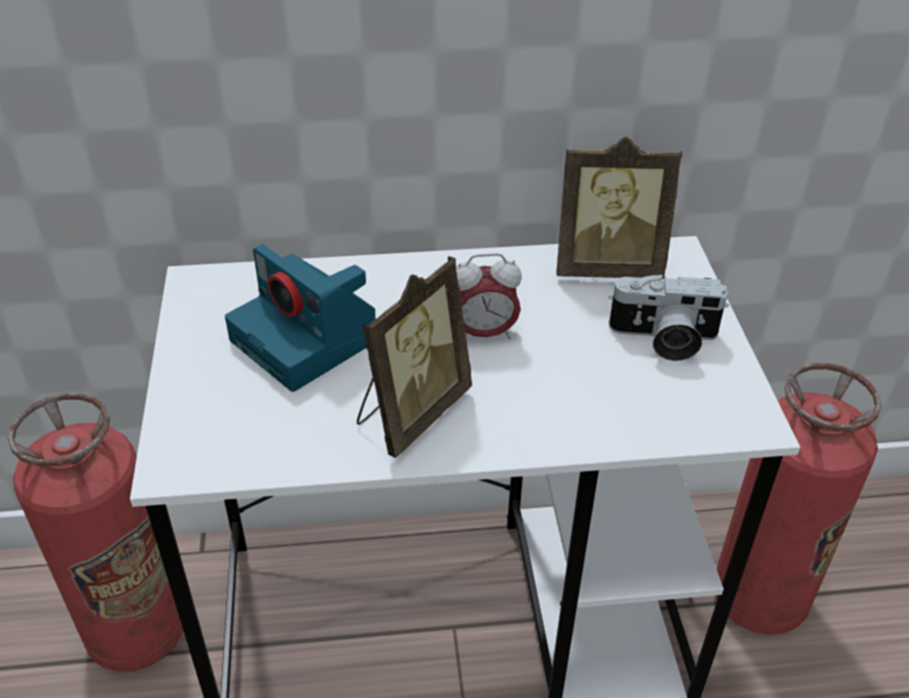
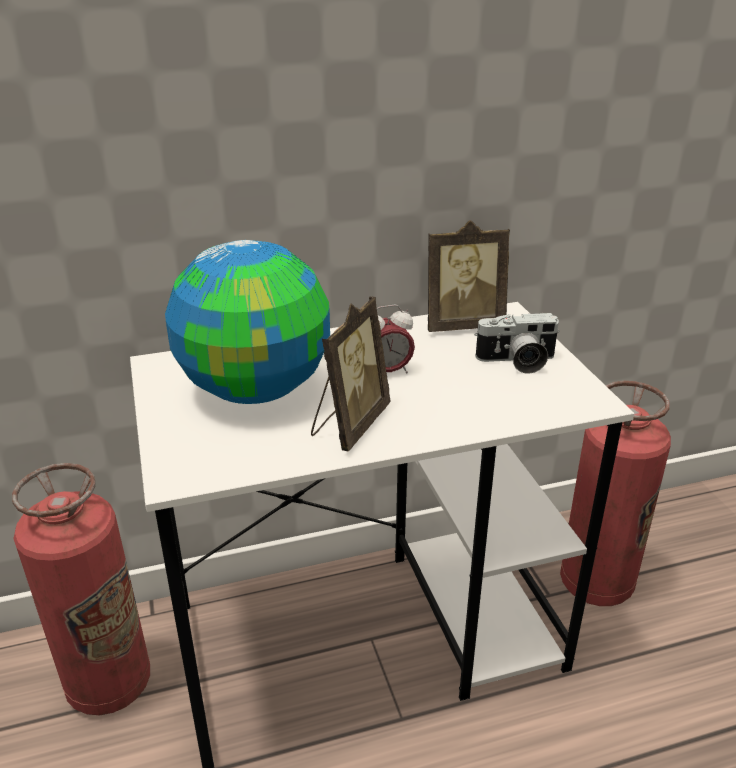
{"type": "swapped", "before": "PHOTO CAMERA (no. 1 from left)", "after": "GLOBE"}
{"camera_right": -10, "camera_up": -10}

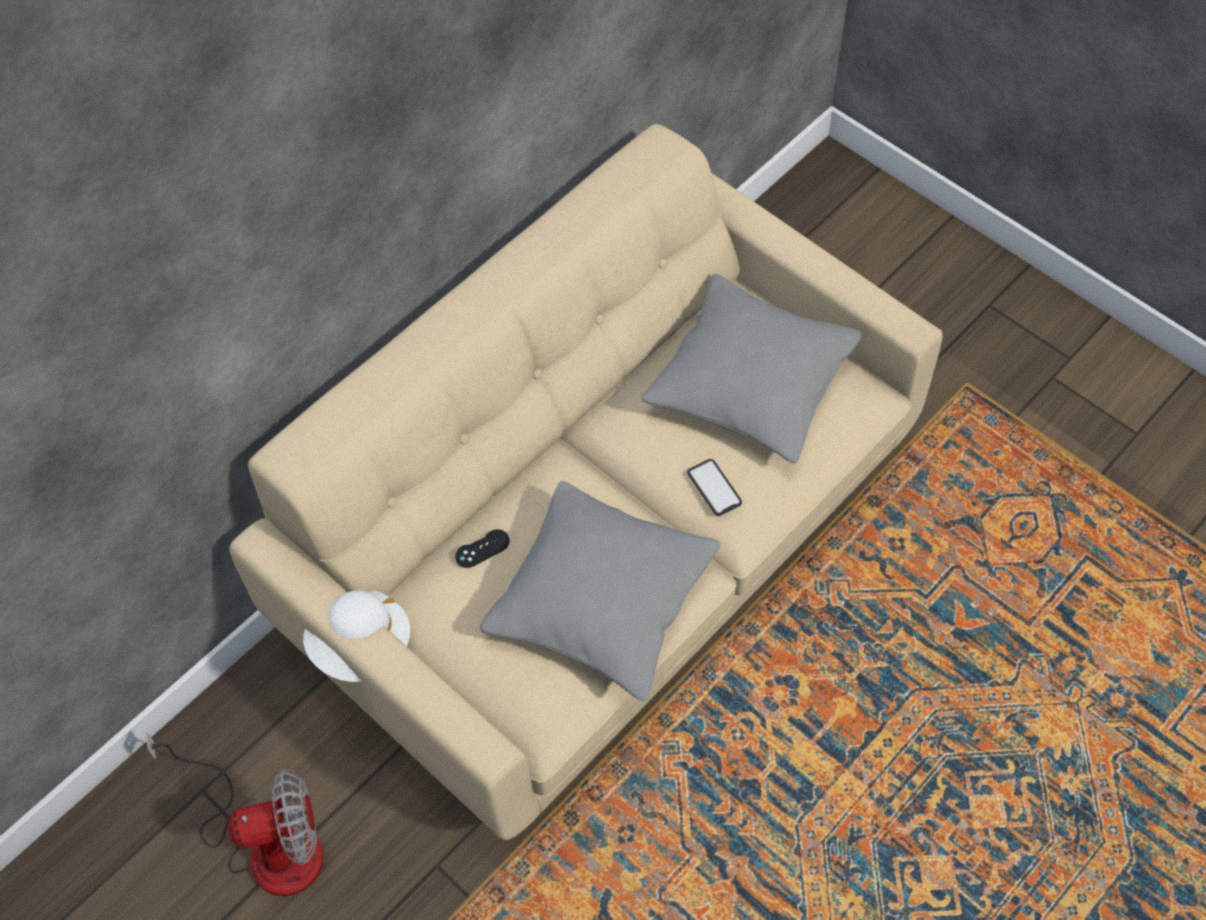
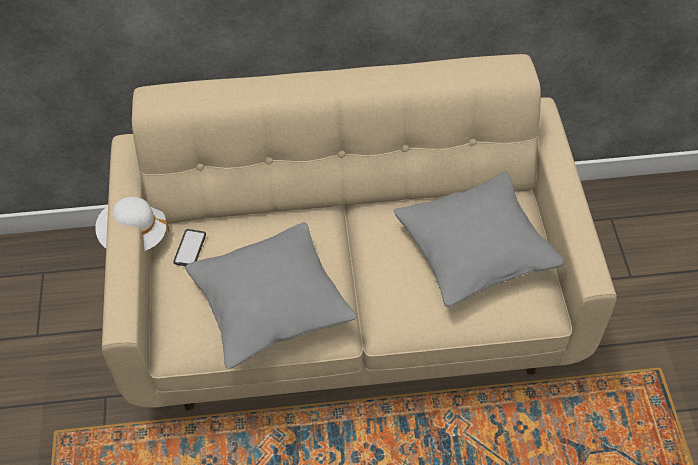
{"type": "gone", "before": "FAN"}
{"type": "gone", "before": "BLACK GAME CONTROLLER"}
{"type": "shifted", "before": "PHONE"}
{"camera_right": 40, "camera_up": -5}

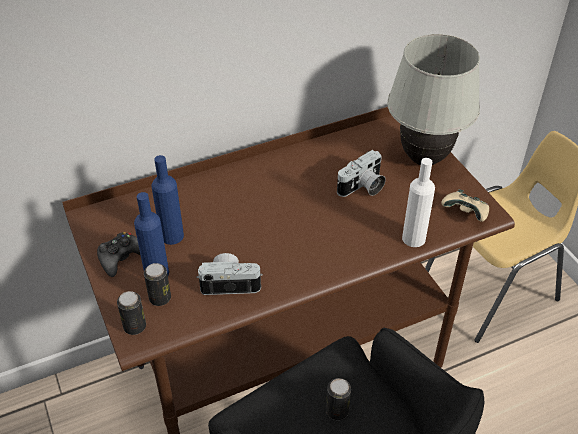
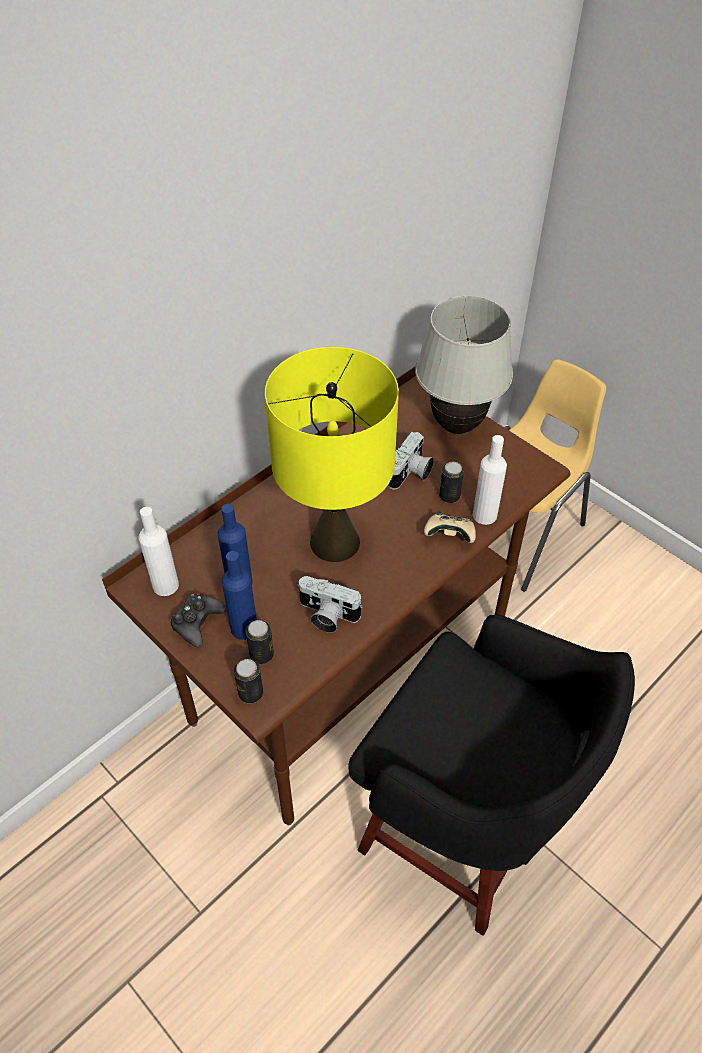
{"type": "new", "after": "WHITE BOTTLE (no. 1 from left)"}
{"type": "new", "after": "YELLOW TABLE LAMP"}
{"type": "shifted", "before": "CAN (no. 3 from left)"}
{"type": "shifted", "before": "BEIGE GAME CONTROLLER"}
{"type": "rotated", "before": "PHOTO CAMERA (no. 1 from left)", "turn": -135}
{"camera_right": -20, "camera_up": 5}

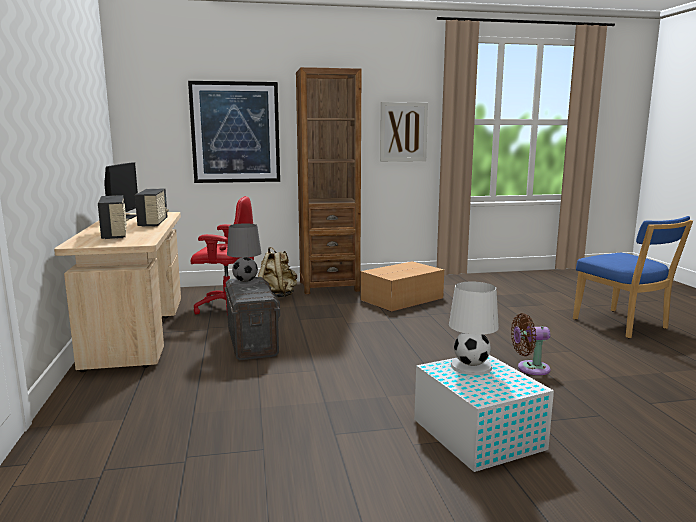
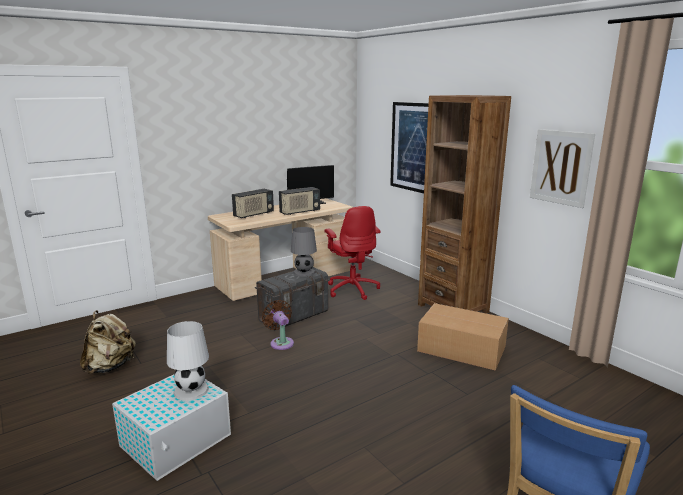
{"type": "shifted", "before": "BEIGE BACKPACK"}
{"type": "shifted", "before": "BROWN FAN"}
{"camera_right": 65, "camera_up": 5}

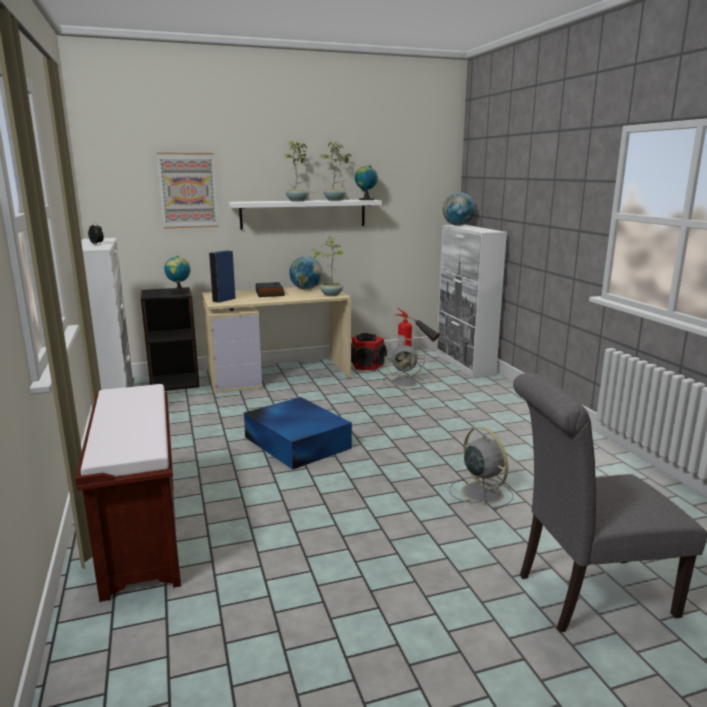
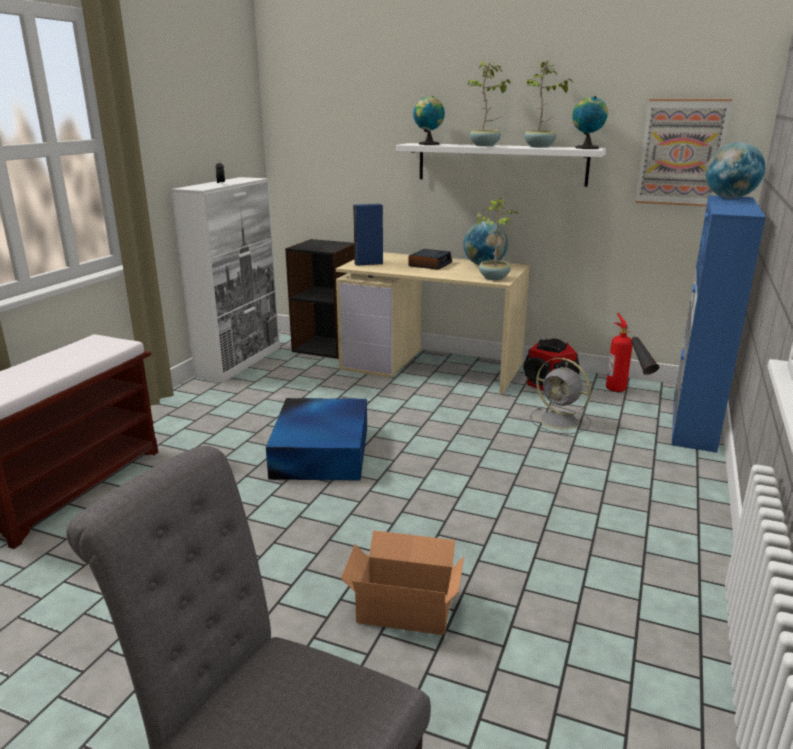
{"type": "shifted", "before": "PICTURE"}
{"type": "shifted", "before": "GLOBE (no. 1 from left)"}
{"type": "swapped", "before": "GREY FAN (no. 2 from left)", "after": "CARDBOARD BOX"}
{"type": "repainted", "before": "WHITE CABINET (no. 2 from left)", "after": "BLUE CABINET"}
{"camera_right": 40, "camera_up": 5}

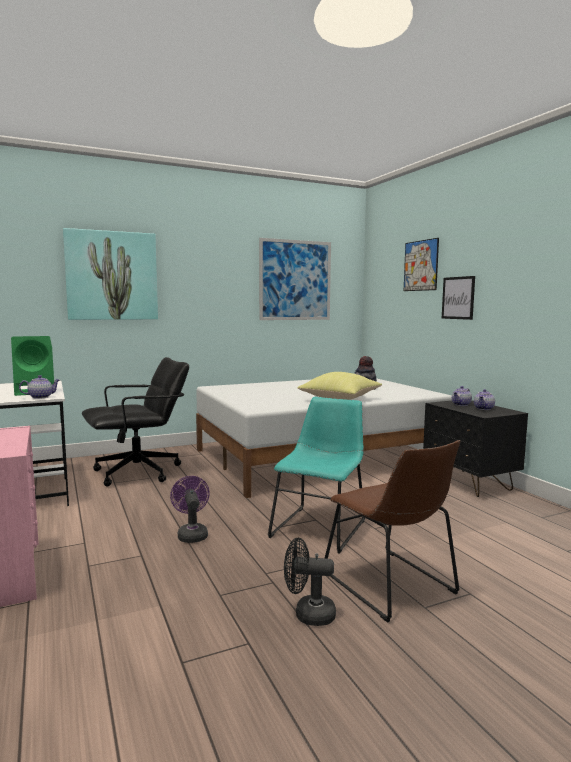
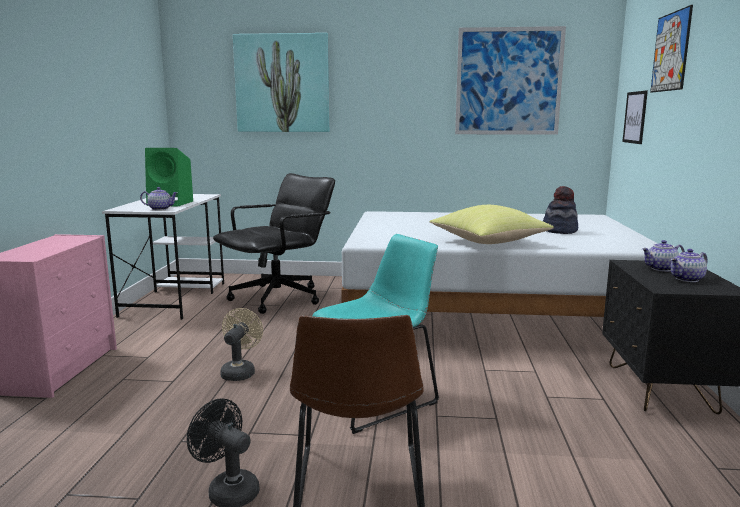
{"type": "shifted", "before": "PICTURE (no. 4 from left in the first image)", "after": "PICTURE (no. 3 from left)"}
{"type": "repainted", "before": "PURPLE FAN", "after": "BEIGE FAN"}
{"type": "rotated", "before": "BLACK OFFICE CHAIR", "turn": -45}
{"camera_right": 30, "camera_up": 5}

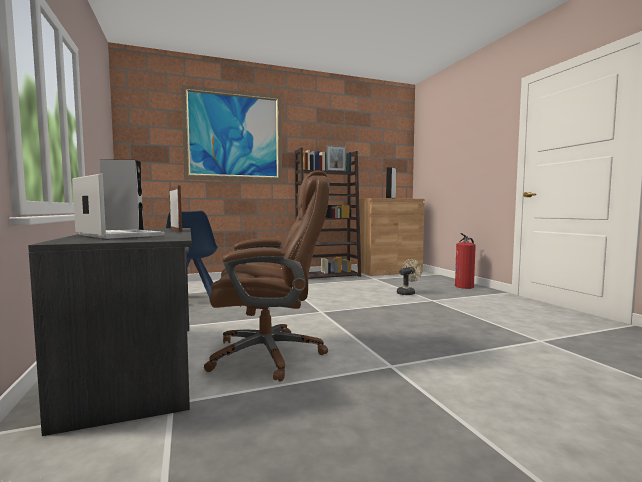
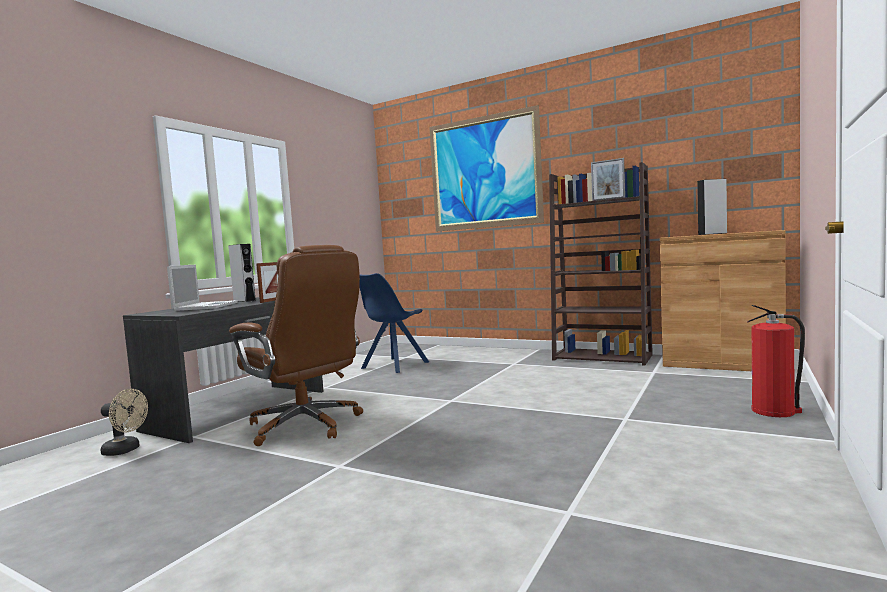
{"type": "shifted", "before": "BEIGE FAN"}
{"camera_right": 50, "camera_up": 0}

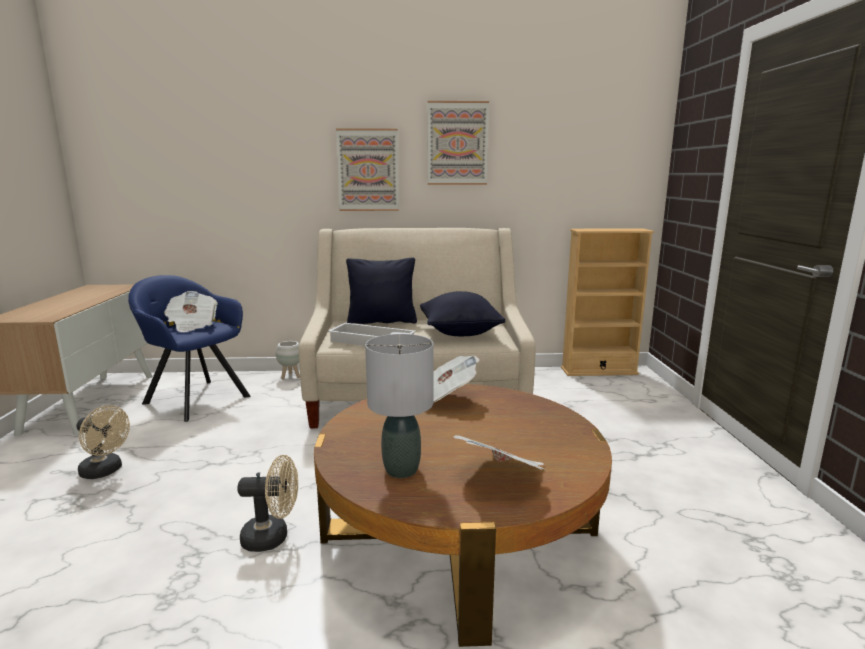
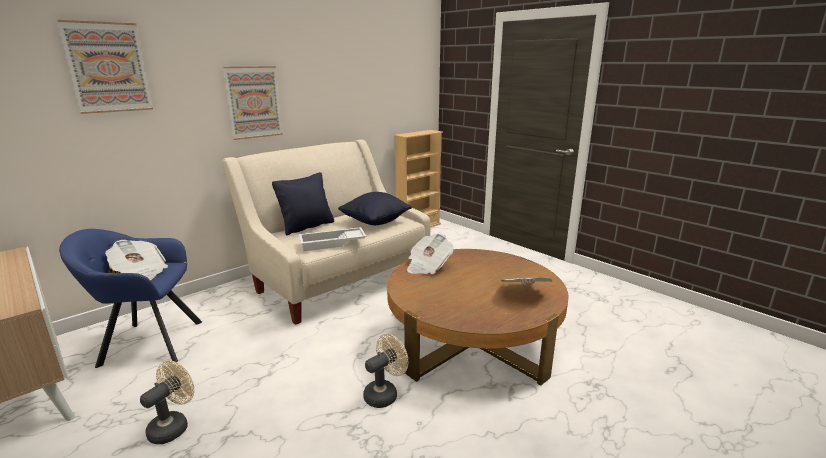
{"type": "gone", "before": "WHITE PLANTER"}
{"type": "gone", "before": "GREY TABLE LAMP"}
{"type": "shifted", "before": "PICTURE (no. 2 from left in the first image)", "after": "PICTURE (no. 1 from left)"}
{"type": "rotated", "before": "BEIGE FAN (no. 1 from left)", "turn": -45}
{"camera_right": -40, "camera_up": 5}

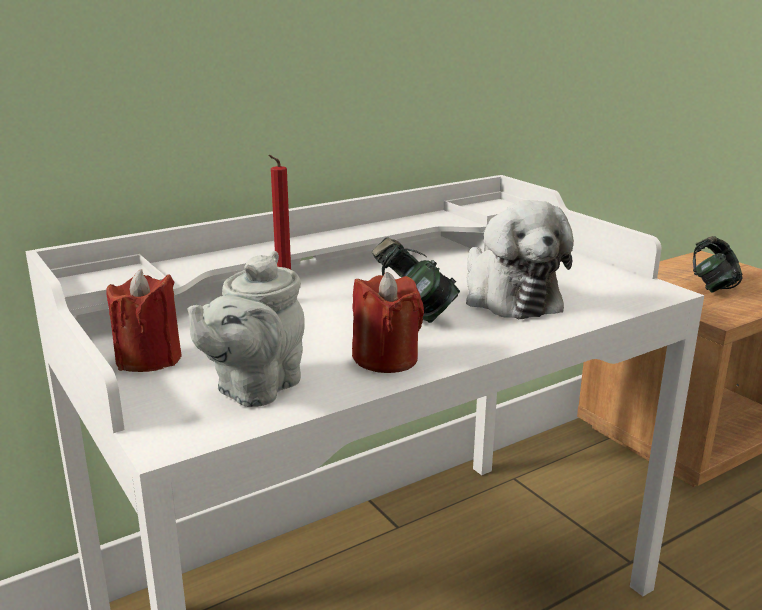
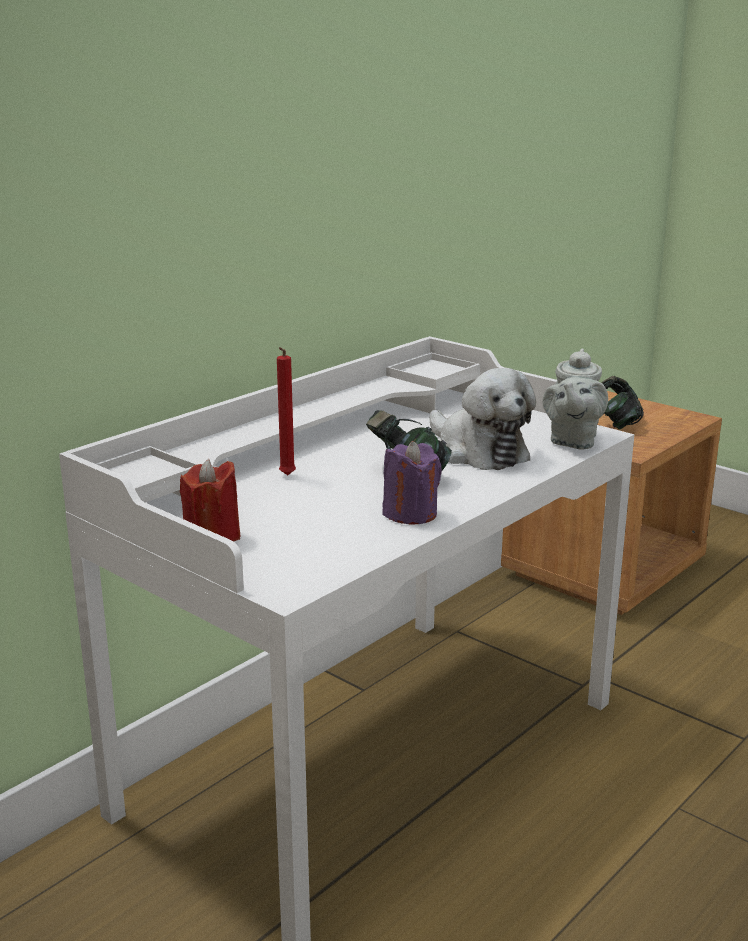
{"type": "shifted", "before": "GREY TEAPOT"}
{"type": "repainted", "before": "RED CANDLE (no. 3 from left)", "after": "PURPLE CANDLE"}
{"camera_right": -15, "camera_up": 0}

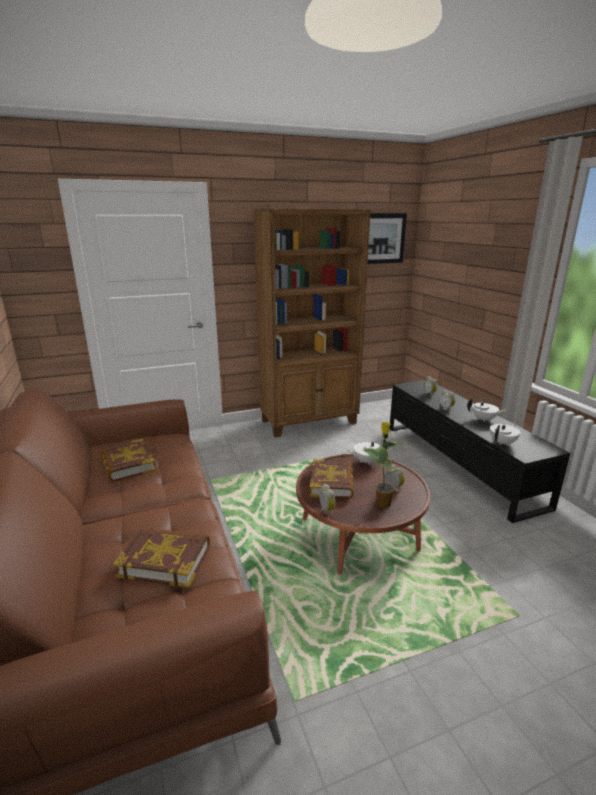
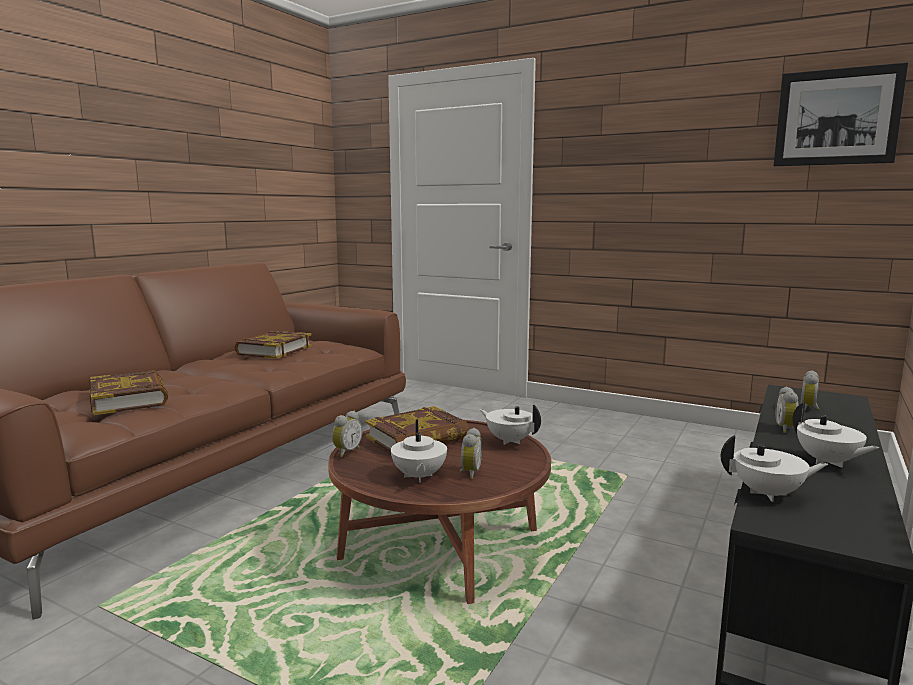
{"type": "gone", "before": "BROWN BOOKCASE"}
{"type": "swapped", "before": "POTTED PLANT", "after": "WHITE TEAPOT (no. 1 from left)"}
{"camera_right": 50, "camera_up": -10}

